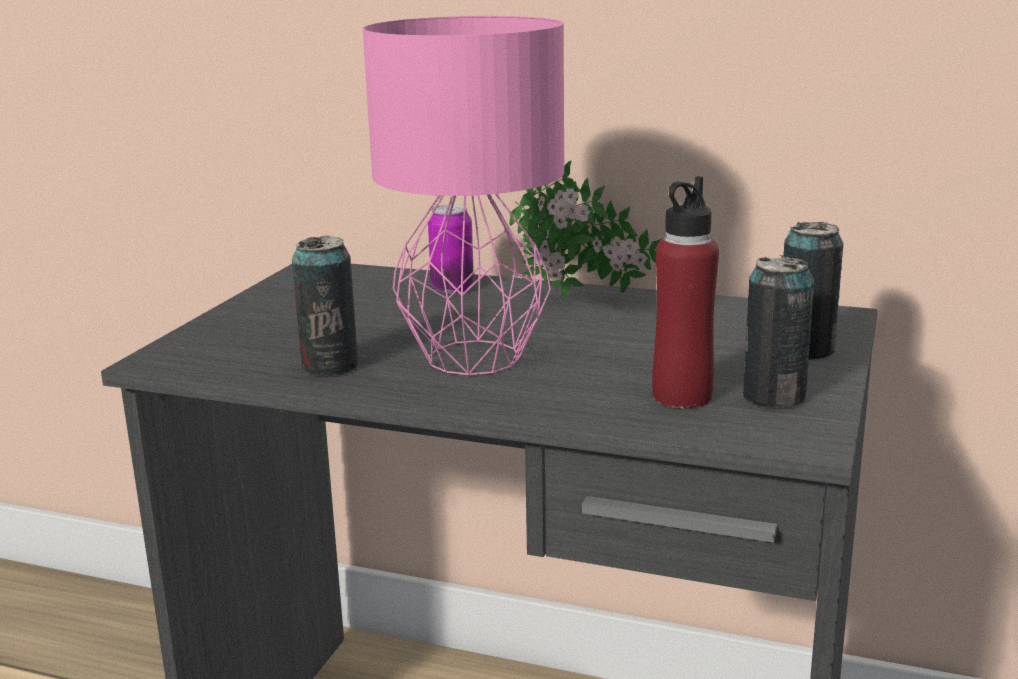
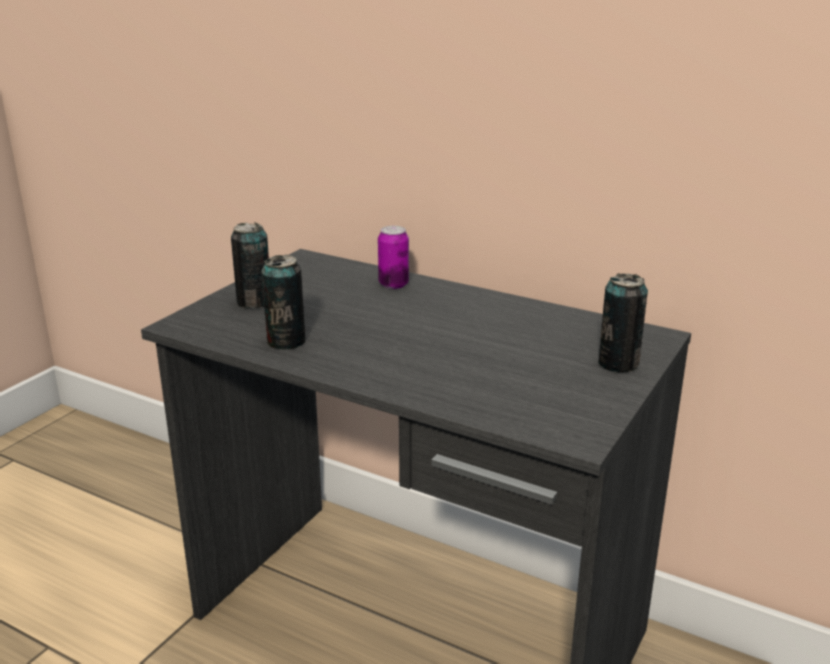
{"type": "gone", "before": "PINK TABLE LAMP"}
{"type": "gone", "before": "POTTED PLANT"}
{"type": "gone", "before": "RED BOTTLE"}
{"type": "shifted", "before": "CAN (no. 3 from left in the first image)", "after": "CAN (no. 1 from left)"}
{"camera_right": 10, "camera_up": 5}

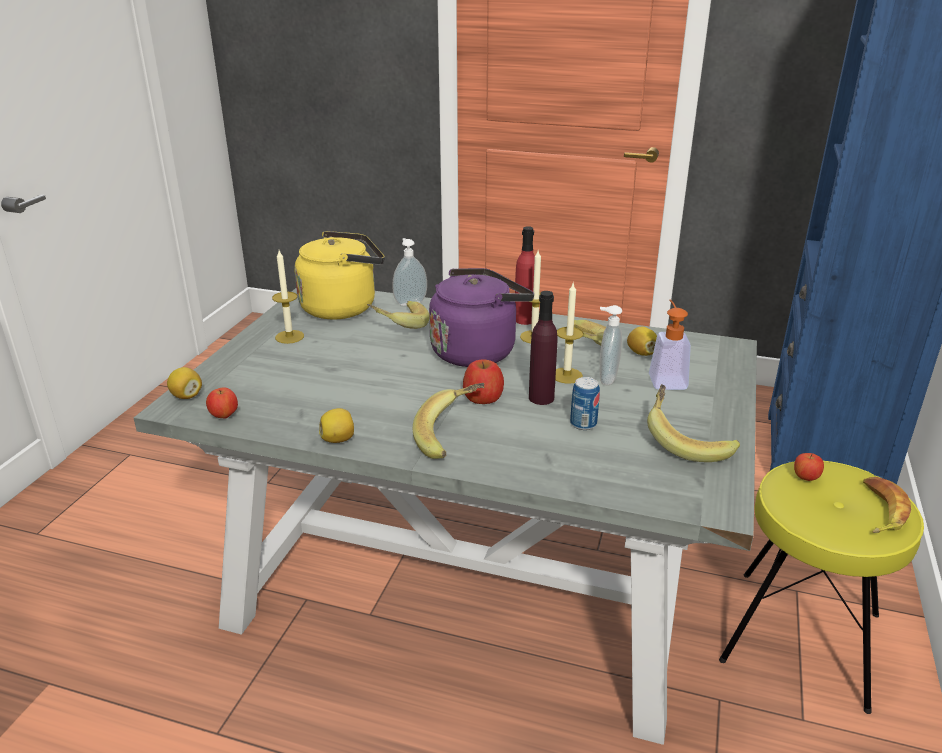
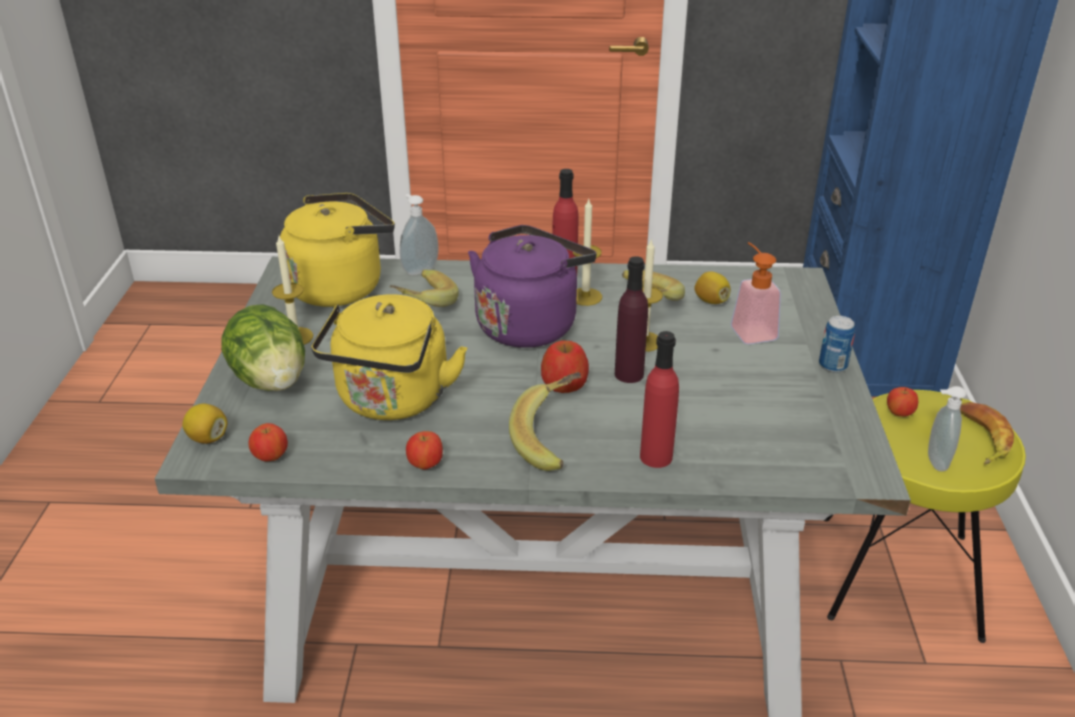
{"type": "gone", "before": "BANANA (no. 4 from left)"}
{"type": "new", "after": "LETTUCE"}
{"type": "new", "after": "YELLOW KETTLE (no. 2 from left)"}
{"type": "new", "after": "RED BOTTLE (no. 2 from left)"}
{"type": "shifted", "before": "CAN"}
{"type": "shifted", "before": "SOAP DISPENSER (no. 2 from left in the first image)", "after": "SOAP DISPENSER (no. 3 from left)"}
{"type": "swapped", "before": "LEMON (no. 2 from left)", "after": "APPLE (no. 2 from left)"}
{"camera_right": -15, "camera_up": 5}

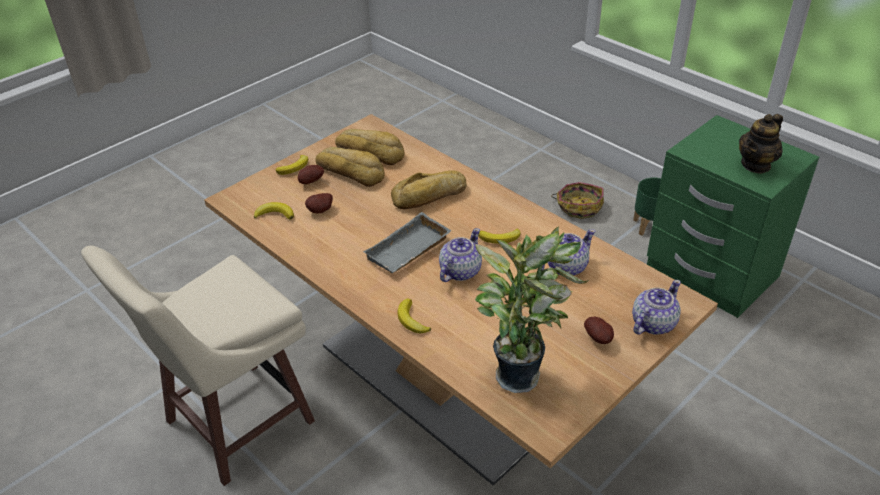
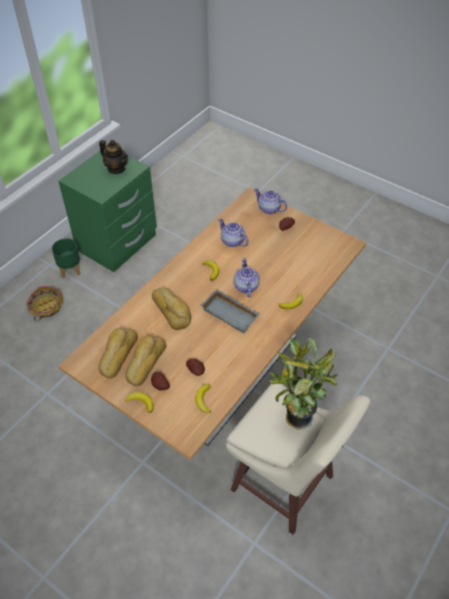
{"type": "shifted", "before": "POTTED PLANT"}
{"type": "rotated", "before": "TEAPOT (no. 1 from left in the first image)", "turn": 60}
{"camera_right": -100, "camera_up": 10}

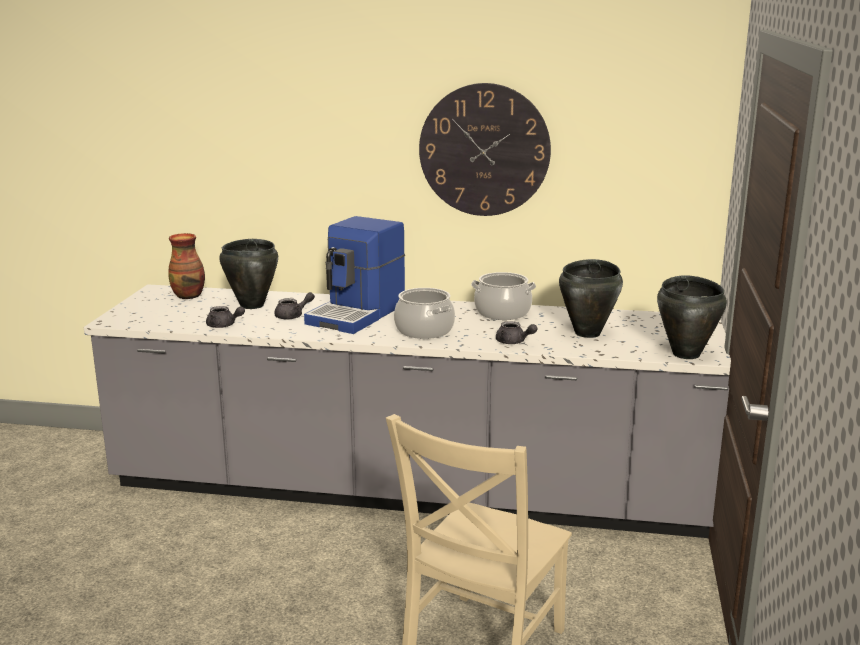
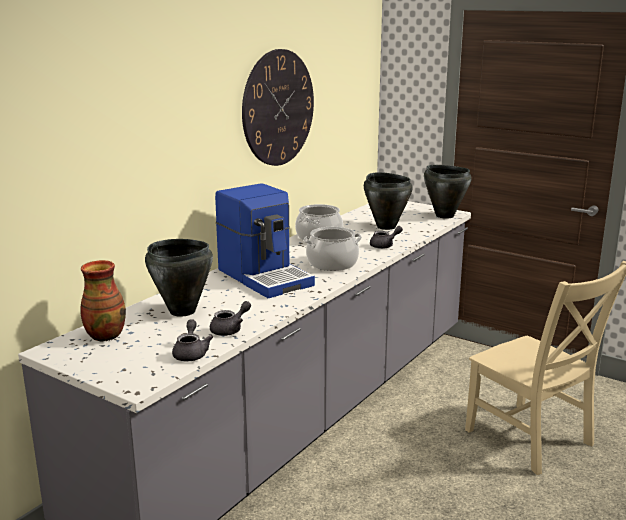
{"type": "shifted", "before": "GREY TEAPOT (no. 2 from left in the first image)", "after": "GREY TEAPOT (no. 1 from left)"}
{"camera_right": -65, "camera_up": 0}

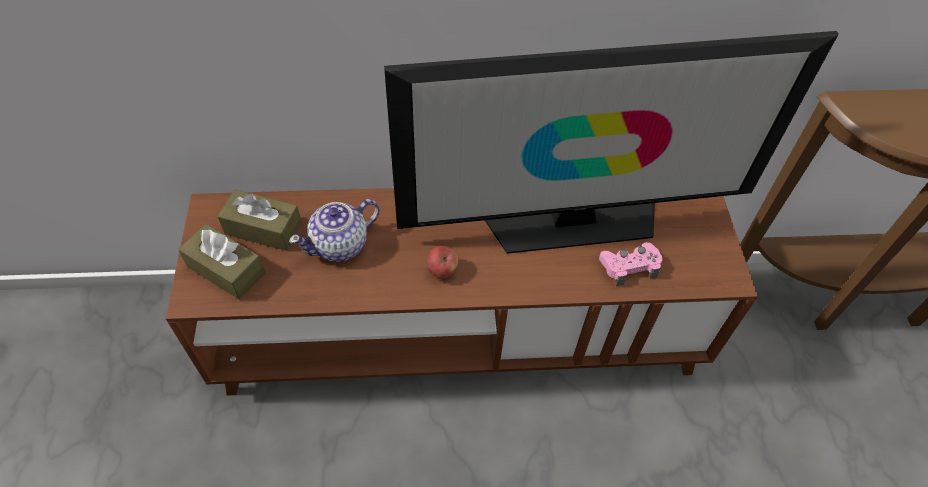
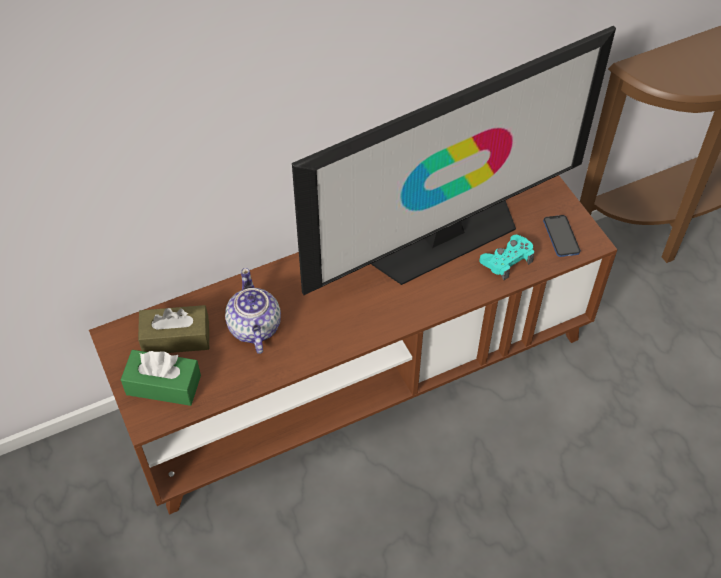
{"type": "gone", "before": "APPLE"}
{"type": "new", "after": "PHONE"}
{"type": "repainted", "before": "BROWN TISSUE BOX (no. 1 from left)", "after": "GREEN TISSUE BOX"}
{"type": "repainted", "before": "PINK GAME CONTROLLER", "after": "TURQUOISE GAME CONTROLLER"}
{"type": "rotated", "before": "TEAPOT", "turn": 135}
{"camera_right": -20, "camera_up": 0}

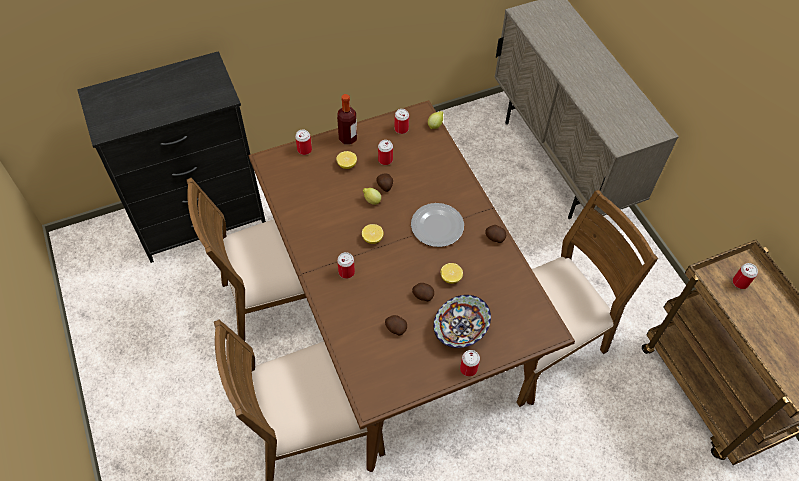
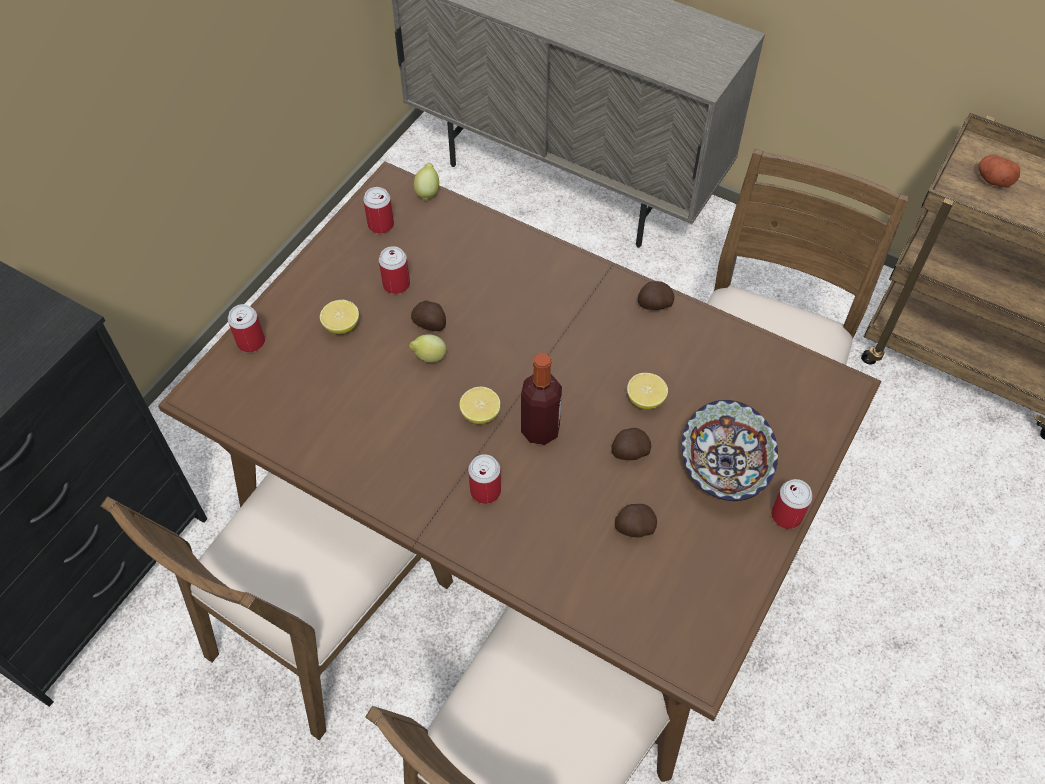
{"type": "gone", "before": "PLATE"}
{"type": "shifted", "before": "BOTTLE"}
{"type": "swapped", "before": "CAN (no. 6 from left)", "after": "POTATO (no. 5 from left)"}
{"camera_right": -35, "camera_up": 0}

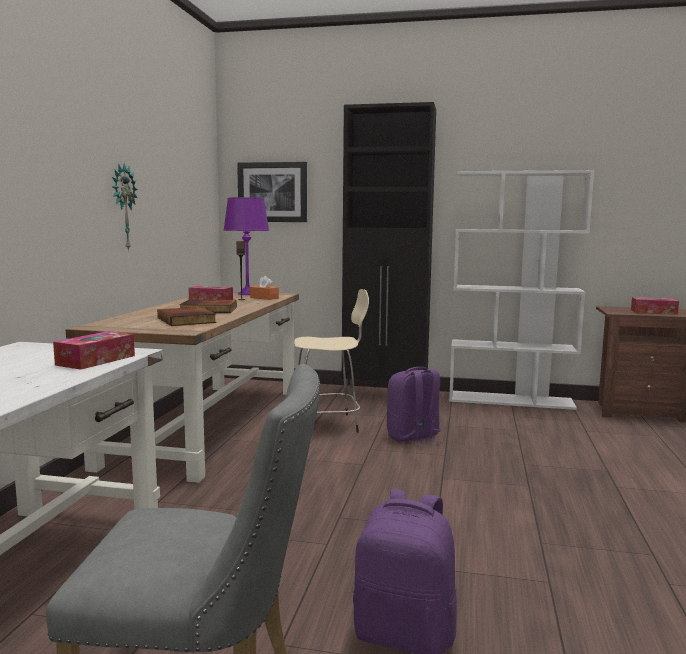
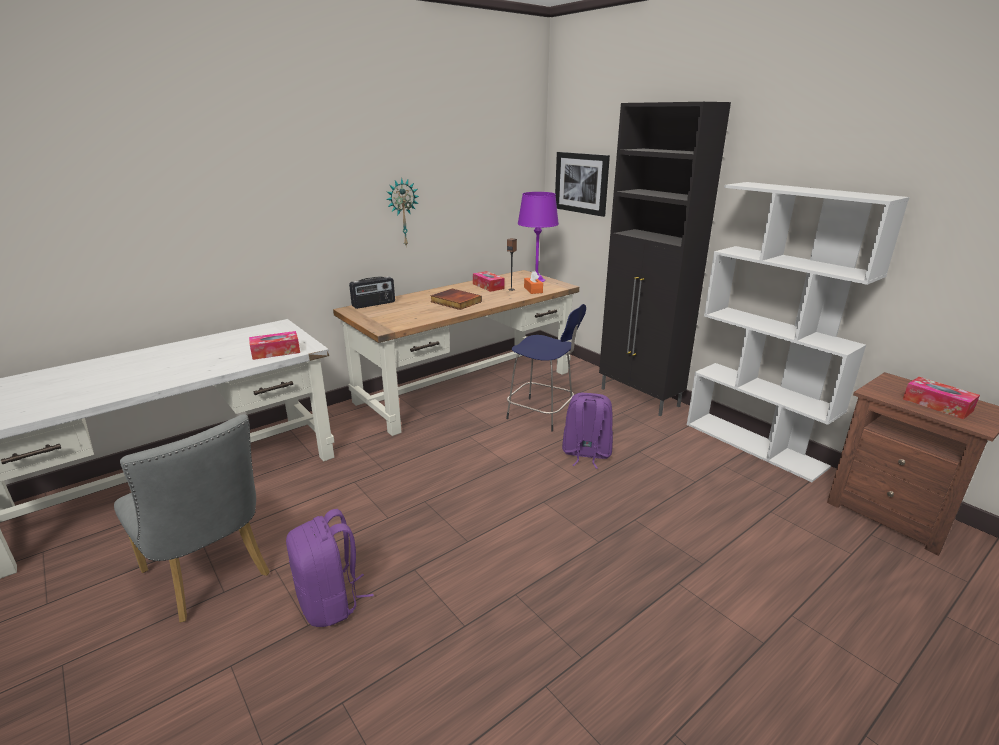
{"type": "gone", "before": "BOOK (no. 1 from left)"}
{"type": "new", "after": "RADIO"}
{"type": "repainted", "before": "BEIGE STOOL", "after": "BLUE STOOL"}
{"camera_right": 40, "camera_up": 15}

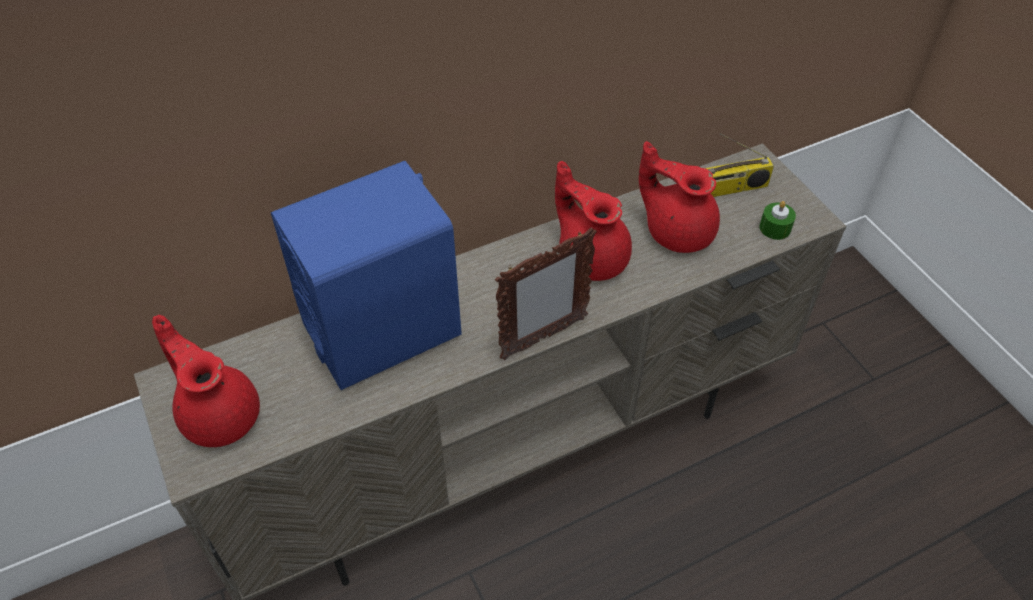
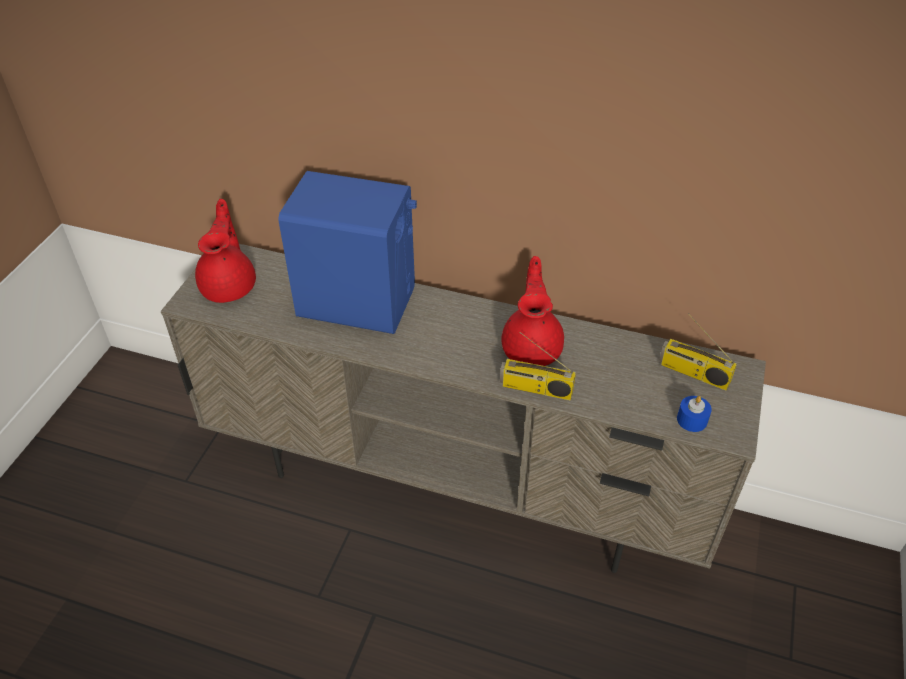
{"type": "gone", "before": "PICTURE FRAME"}
{"type": "gone", "before": "RED TEAPOT (no. 3 from left)"}
{"type": "new", "after": "RADIO (no. 1 from left)"}
{"type": "repainted", "before": "GREEN CANDLE", "after": "BLUE CANDLE"}
{"camera_right": 45, "camera_up": -5}

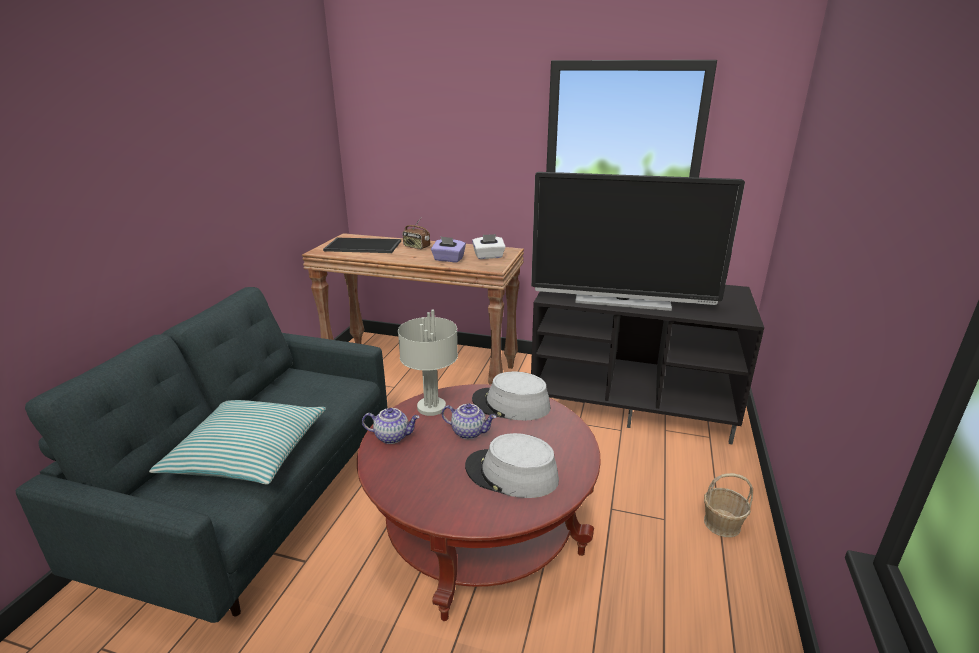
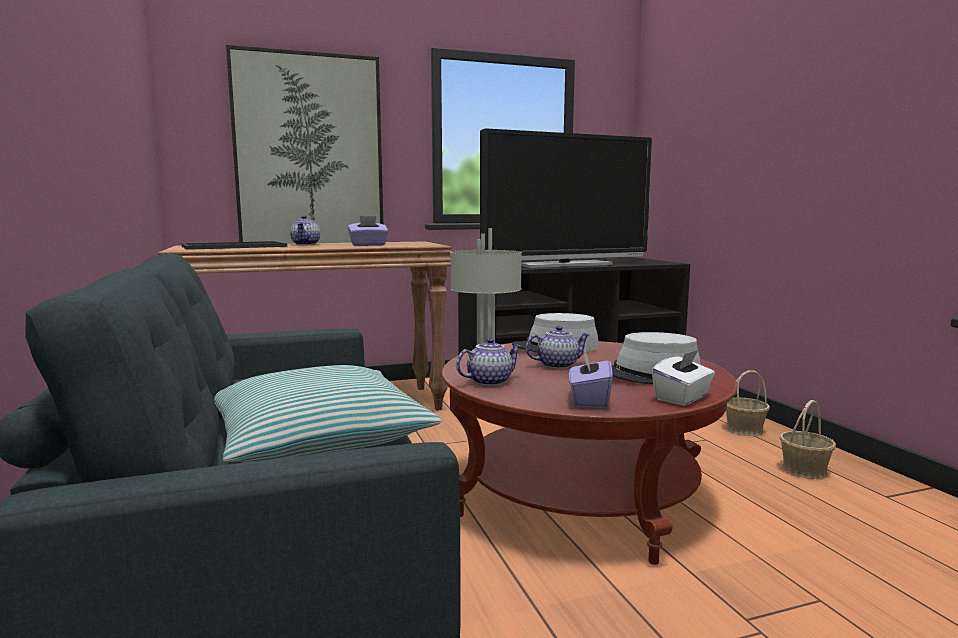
{"type": "new", "after": "PICTURE"}
{"type": "new", "after": "PURPLE TISSUE BOX (no. 2 from left)"}
{"type": "new", "after": "BASKET (no. 2 from left)"}
{"type": "shifted", "before": "WHITE TISSUE BOX"}
{"type": "swapped", "before": "RADIO", "after": "TEAPOT (no. 1 from left)"}
{"camera_right": -35, "camera_up": -15}

